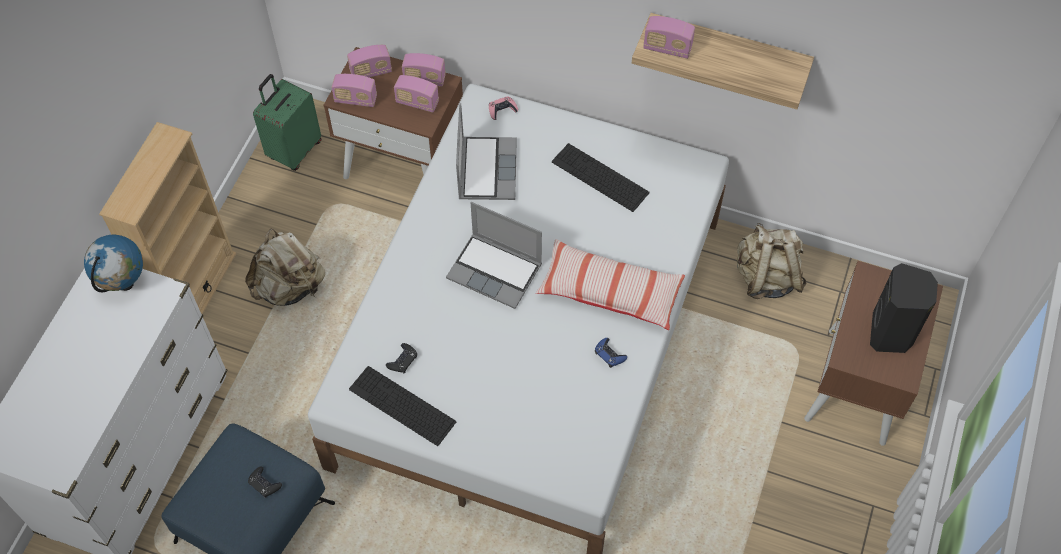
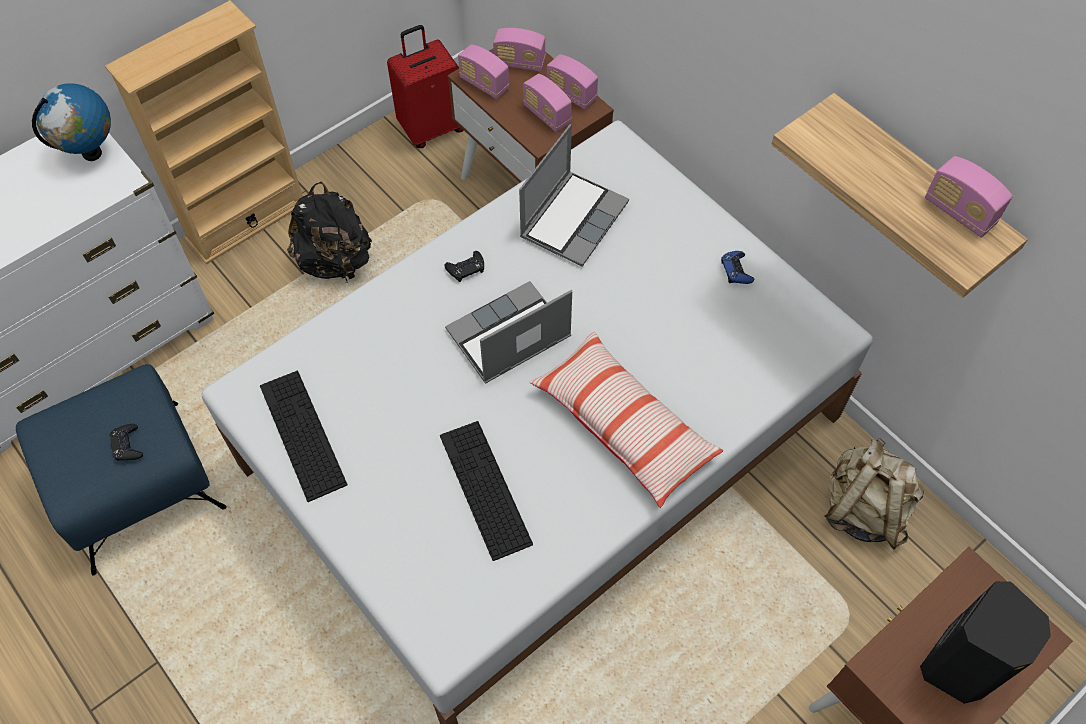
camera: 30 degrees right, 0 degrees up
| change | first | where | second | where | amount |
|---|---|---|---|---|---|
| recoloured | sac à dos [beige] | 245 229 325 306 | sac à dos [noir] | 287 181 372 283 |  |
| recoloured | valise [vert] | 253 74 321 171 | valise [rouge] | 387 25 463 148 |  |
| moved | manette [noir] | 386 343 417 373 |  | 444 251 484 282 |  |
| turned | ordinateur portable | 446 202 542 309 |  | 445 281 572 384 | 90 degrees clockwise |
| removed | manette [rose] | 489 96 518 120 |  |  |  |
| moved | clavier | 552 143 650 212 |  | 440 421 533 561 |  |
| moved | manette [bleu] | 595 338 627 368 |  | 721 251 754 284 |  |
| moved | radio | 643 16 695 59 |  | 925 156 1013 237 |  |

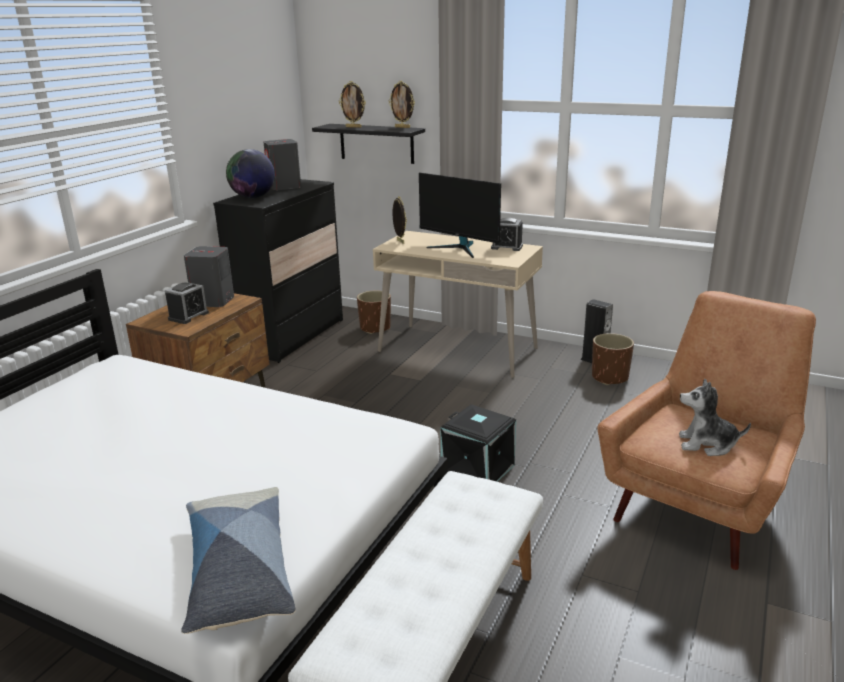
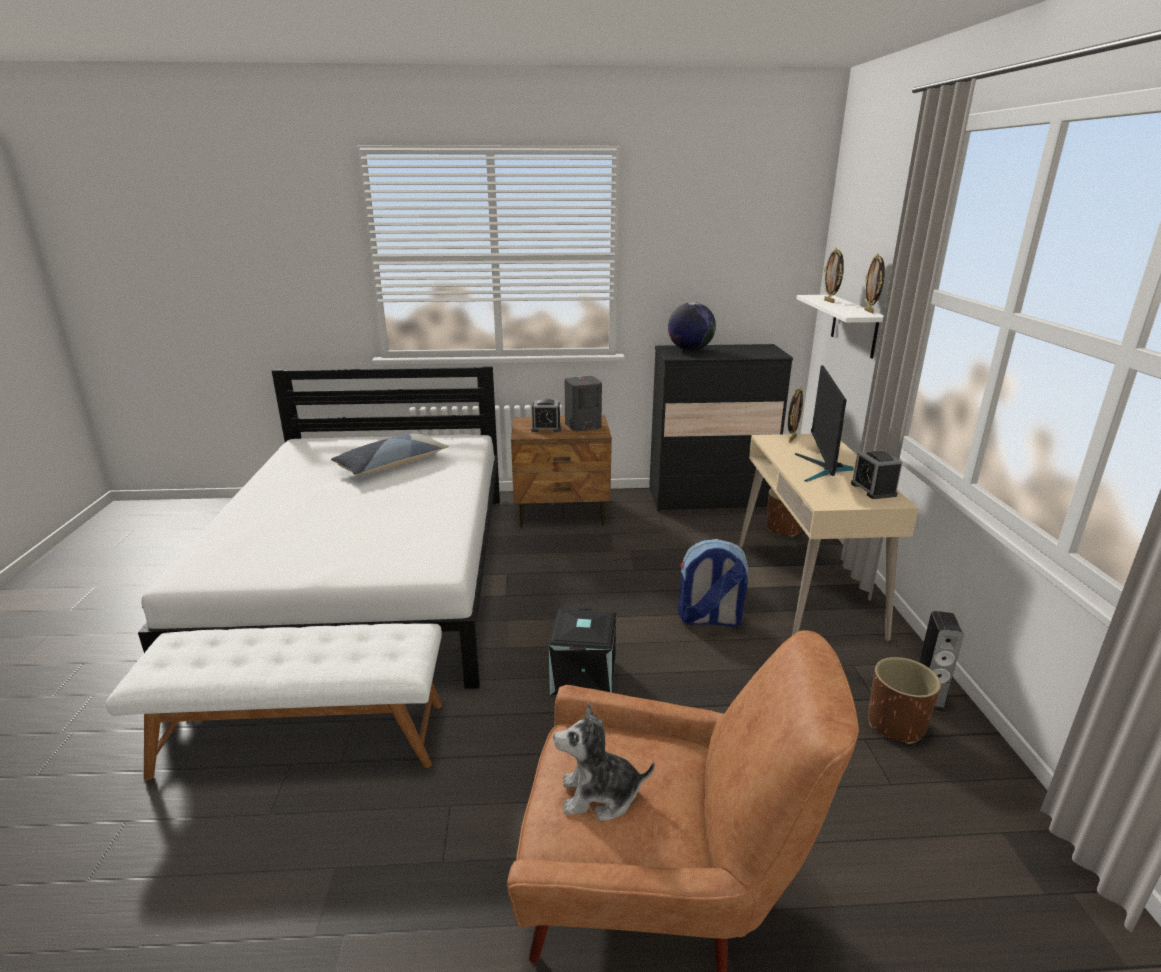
camera: 60 degrees right, 0 degrees up
| change | first | where | second | where | amount |
|---|---|---|---|---|---|
| moved | coussin | 181 487 296 634 |  | 331 434 449 475 |  |
| removed | enceinte [gris] | 263 139 301 190 |  |  |  |
| recoloured | étagère [noir] | 312 124 425 164 | étagère [blanc] | 796 295 884 358 |  |
| turned | peluche | 679 379 751 456 |  | 554 703 655 822 | 75 degrees counterclockwise |
| added |  |  | sac à dos | 678 539 749 627 |  |

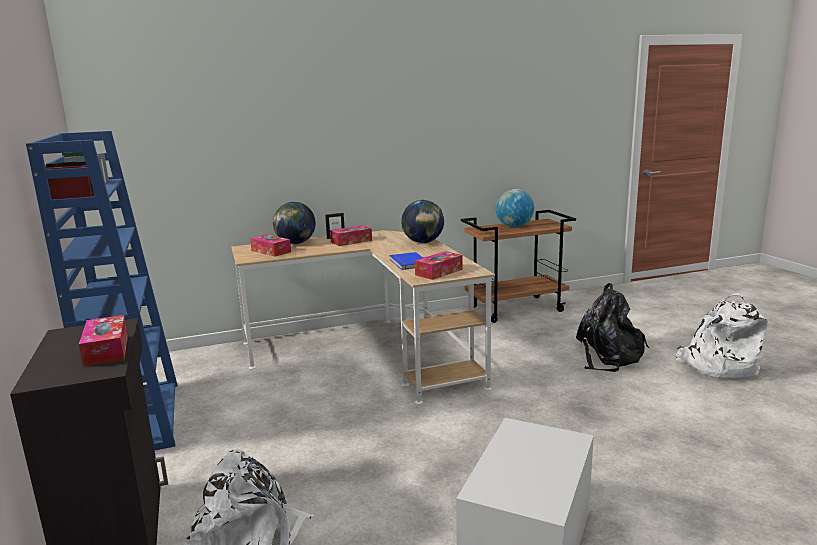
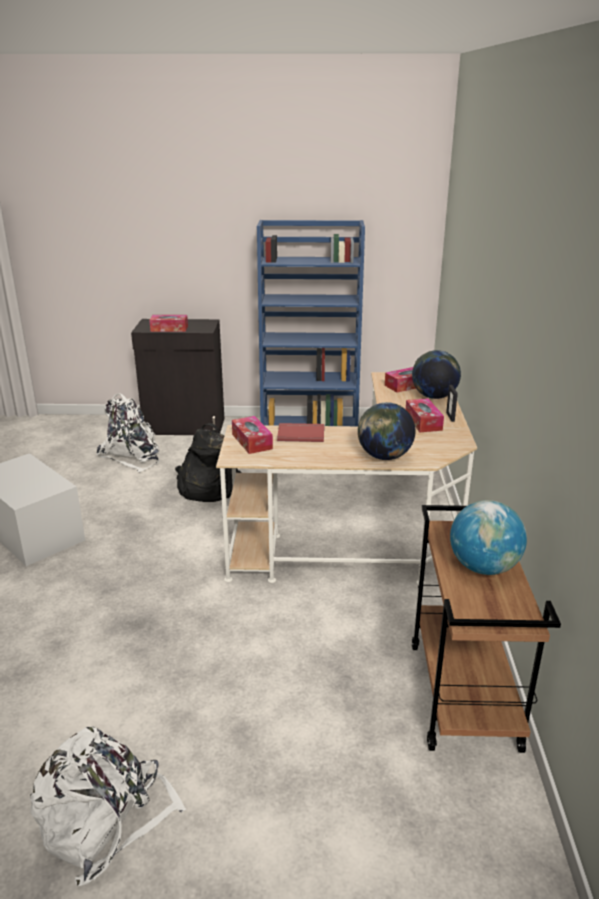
camera: 110 degrees right, 10 degrees up
| change | first | where | second | where | amount |
|---|---|---|---|---|---|
| recoloured | livre [bleu] | 389 252 423 270 | livre [rouge] | 277 423 324 442 |  |
| moved | sac à dos [noir] | 576 283 649 372 |  | 175 423 242 502 |  |

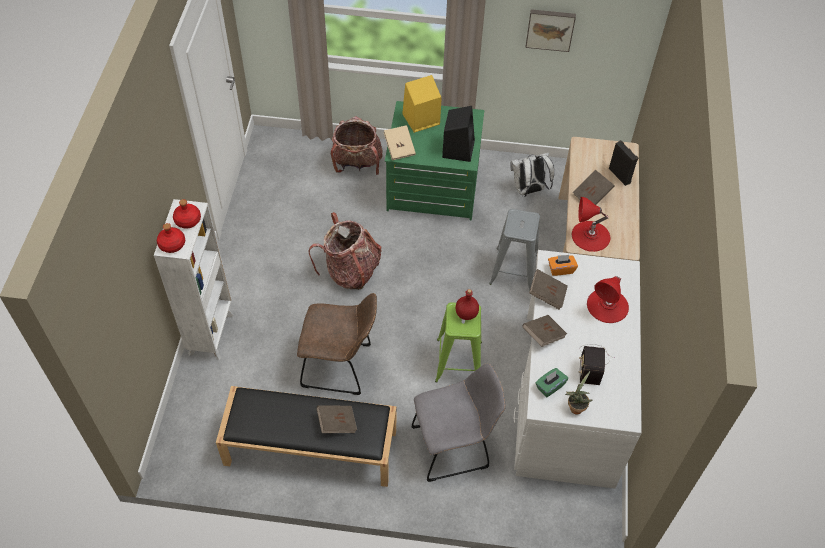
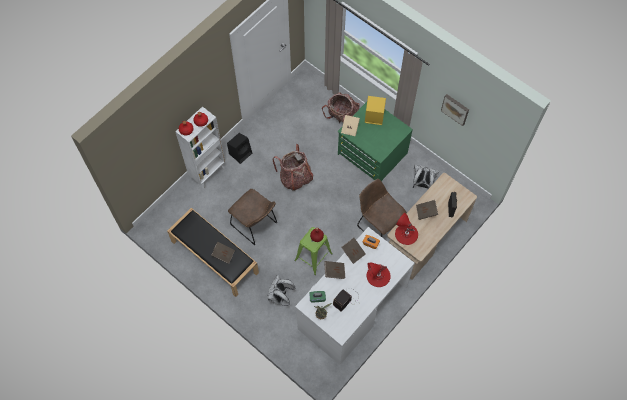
camera: 35 degrees right, 10 degrees up
| change | first | where | second | where | amount |
|---|---|---|---|---|---|
| replaced | chaise [gris] | 411 364 506 482 | sac à dos [blanc] | 268 275 295 306 |  |
| moved | enceinte [noir] | 442 106 475 162 |  | 227 133 252 164 |  |
| replaced | tabouret [gris] | 489 209 540 291 | chaise [marron] | 357 179 407 237 |  |

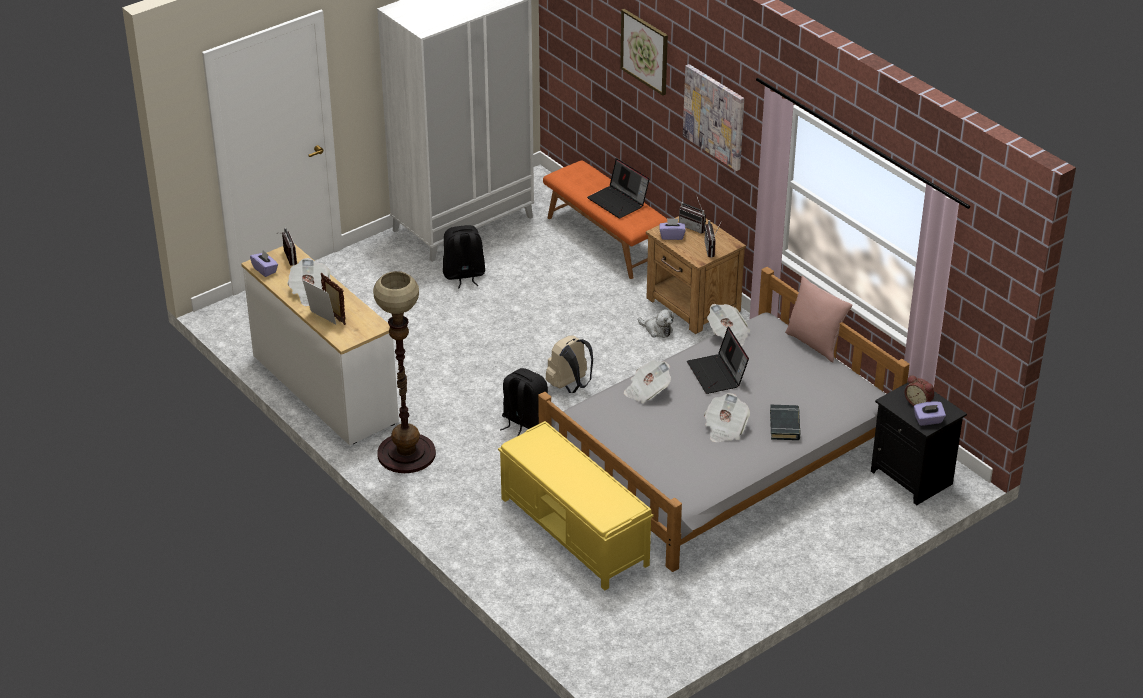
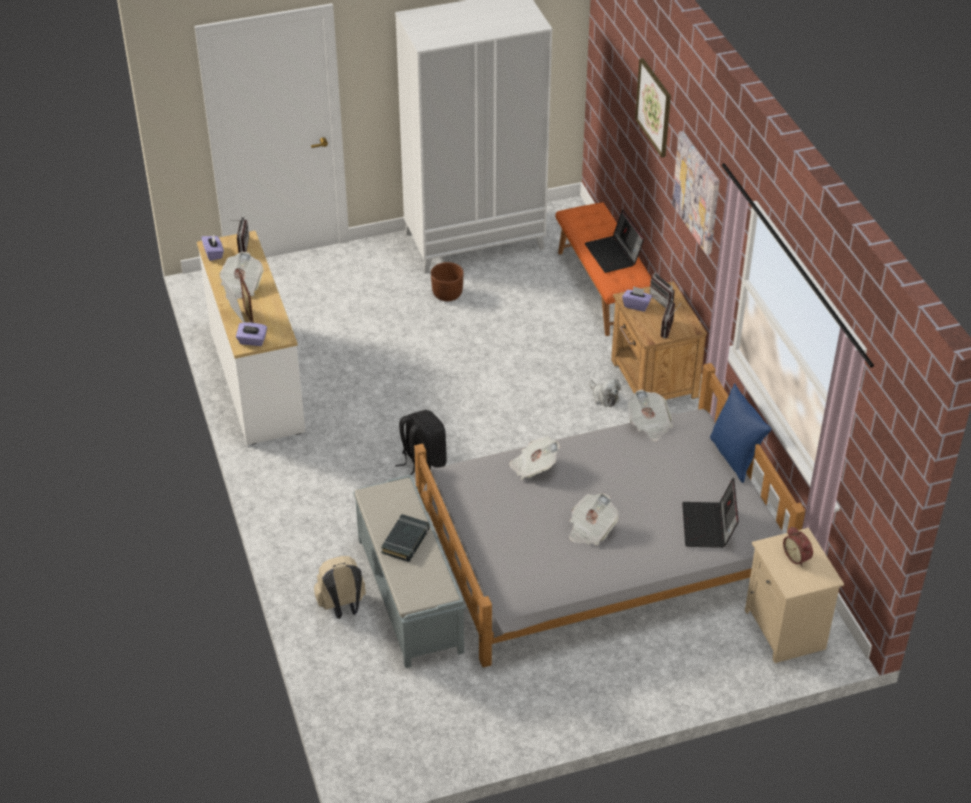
camera: 20 degrees right, 5 degrees up
| change | first | where | second | where | amount |
|---|---|---|---|---|---|
| removed | lampadaire | 373 271 436 473 |  |  |  |
| replaced | sac à dos [noir] | 443 225 485 288 | cache-pot [marron] | 431 262 463 301 |  |
| recoloured | banc [jaune] | 498 421 653 591 | banc [gris] | 353 475 466 668 |  |
| moved | sac à dos [beige] | 546 335 593 393 |  | 314 556 366 619 |  |
| moved | ordinateur portable | 687 327 749 394 |  | 682 478 739 548 |  |
| moved | livre [noir] | 770 405 801 440 |  | 381 514 430 562 |  |
| recoloured | coussin [rose] | 785 276 853 362 | coussin [bleu] | 710 383 772 483 |  |
| recoloured | table de chevet [noir] | 871 383 967 505 | table de chevet [beige] | 745 528 844 663 |  |
| moved | boîte à mouchoirs [violet] | 914 401 946 426 |  | 236 322 267 346 |  |

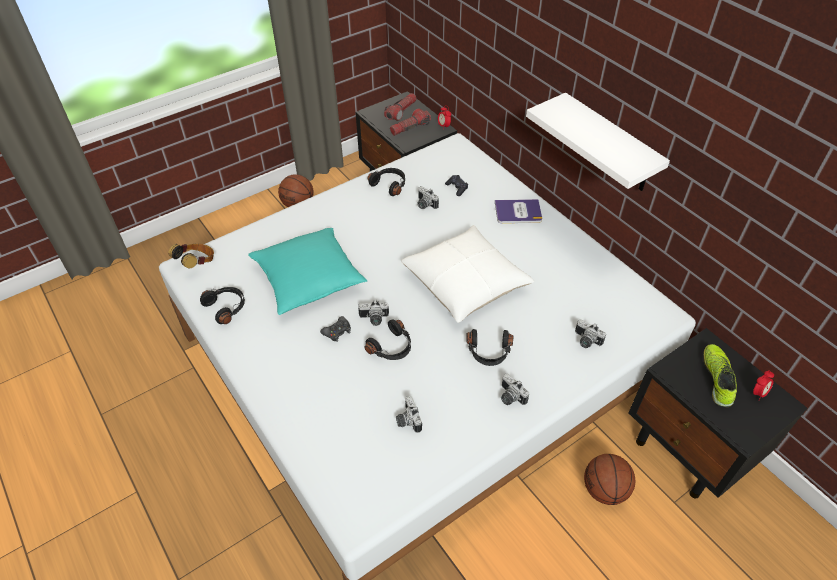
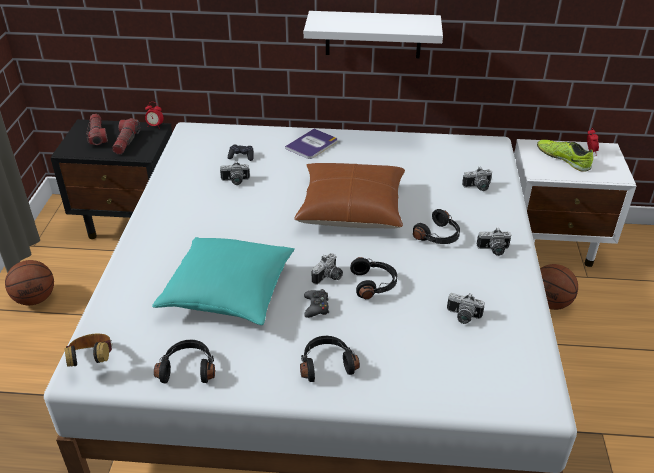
camera: 50 degrees left, 10 degrees down
| change | first | where | second | where | amount |
|---|---|---|---|---|---|
| moved | casque audio [noir] | 368 168 405 196 |  | 300 336 360 382 |  |
| recoloured | coussin [blanc] | 401 225 534 323 | coussin [marron] | 294 163 405 229 |  |
| recoloured | table de chevet [noir] | 629 328 808 499 | table de chevet [blanc] | 514 139 636 267 |  |

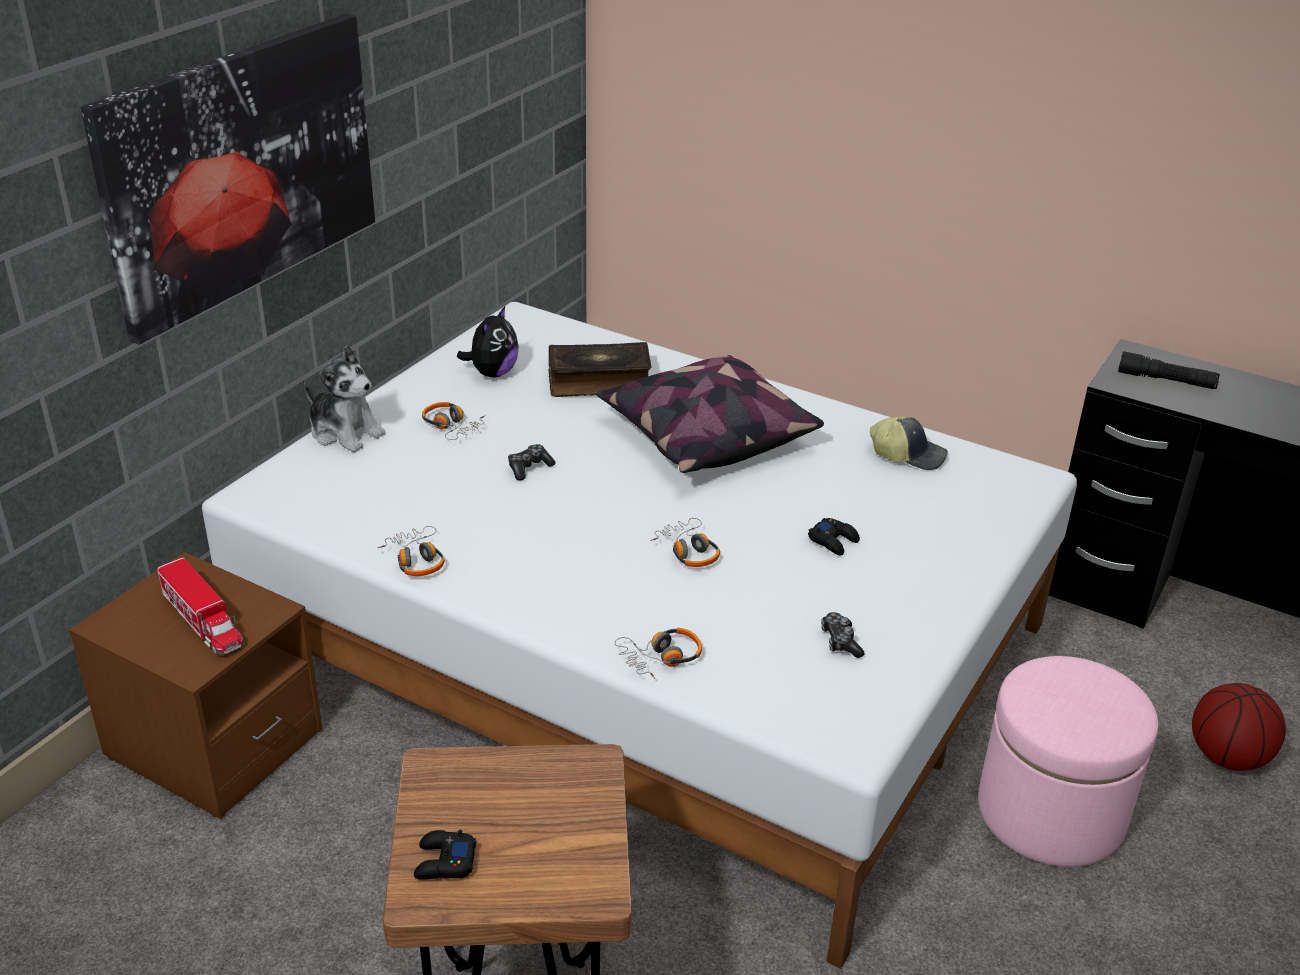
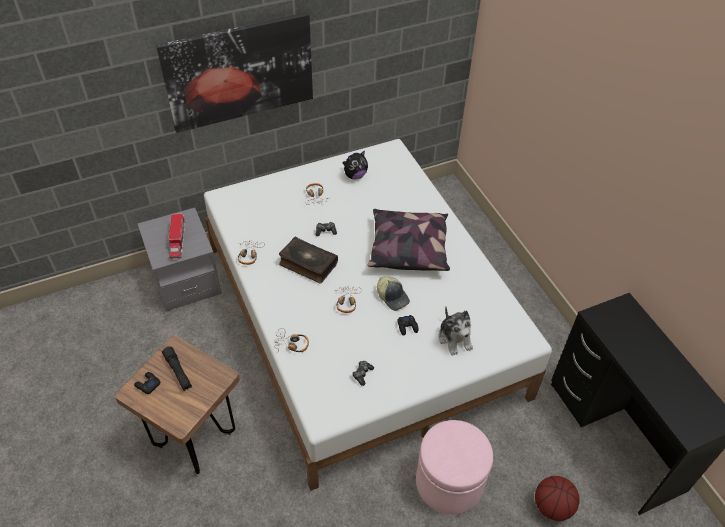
camera: 35 degrees right, 15 degrees up
| change | first | where | second | where | amount |
|---|---|---|---|---|---|
| recoloured | table de chevet [marron] | 69 552 323 819 | table de chevet [gris] | 138 208 222 312 |  |
| moved | peluche | 304 345 385 452 |  | 438 306 473 356 |  |
| moved | livre | 549 342 651 397 |  | 279 237 338 283 |  |
| moved | casquette | 870 416 948 470 |  | 377 277 410 311 |  |
| moved | lampe de poche [noir] | 1118 351 1220 389 |  | 162 347 192 391 |  |

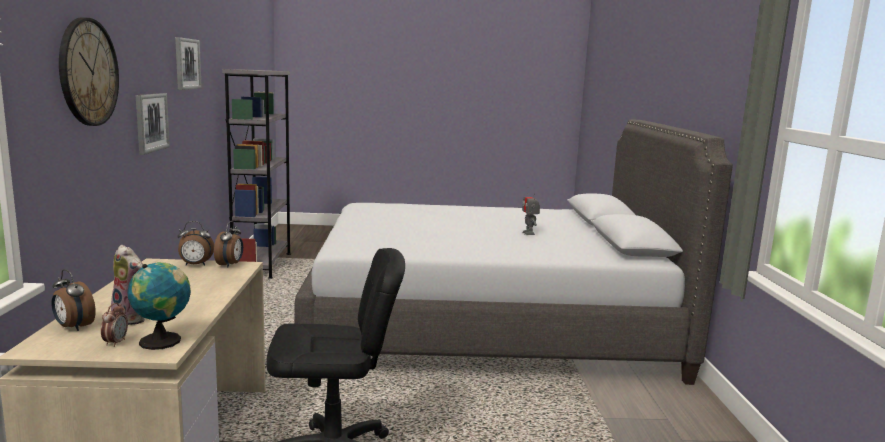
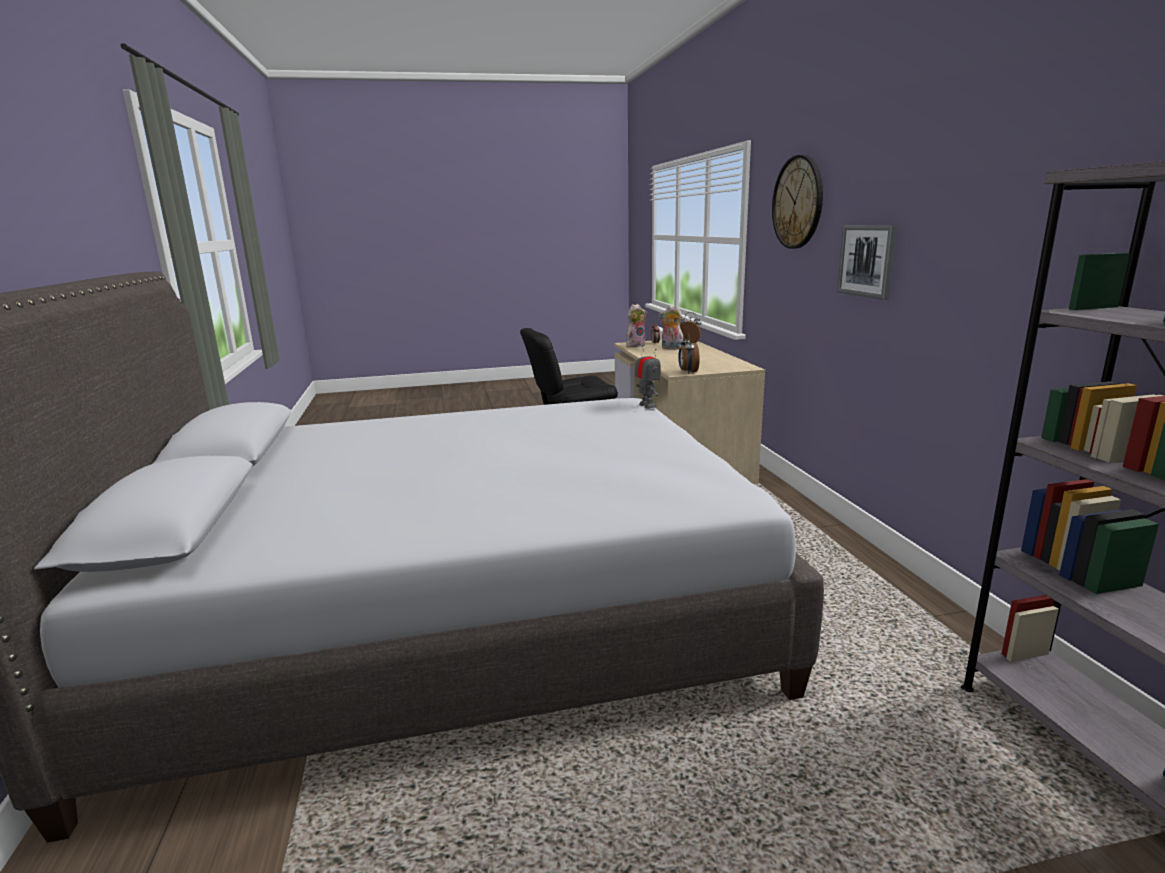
camera: 170 degrees right, 5 degrees up
| change | first | where | second | where | amount |
|---|---|---|---|---|---|
| replaced | globe | 127 262 191 350 | peluche | 626 304 647 347 |  |
| removed | tableau | 175 37 202 90 |  |  |  |
| removed | réveil | 177 221 214 265 |  |  |  |
| moved | robot jouet | 522 190 540 235 |  | 635 346 661 409 |  |

